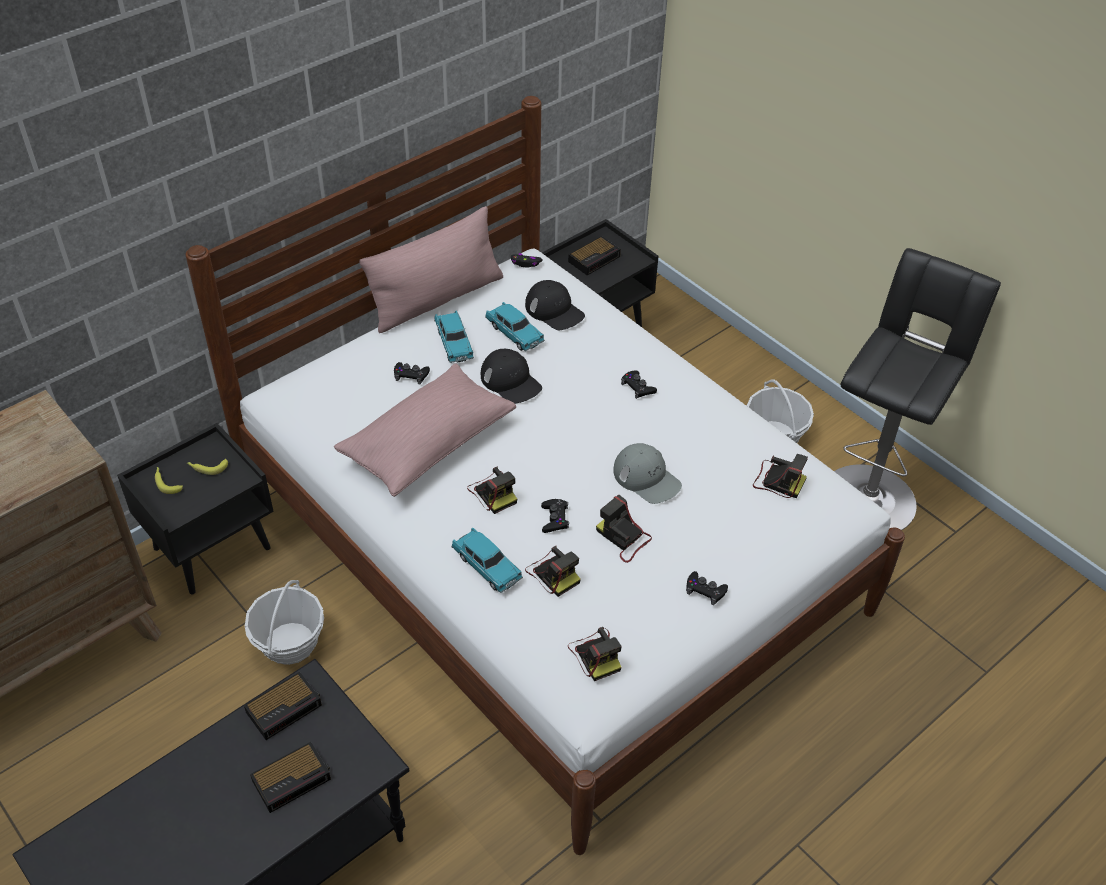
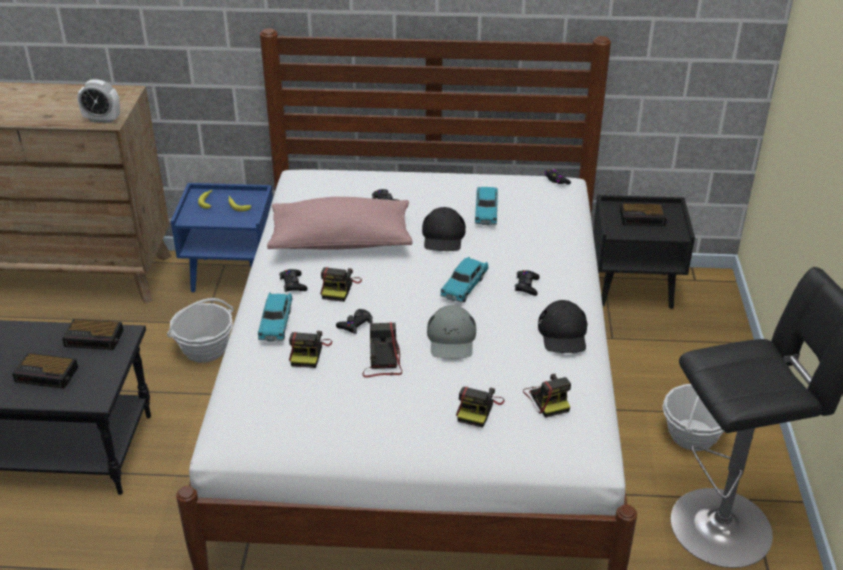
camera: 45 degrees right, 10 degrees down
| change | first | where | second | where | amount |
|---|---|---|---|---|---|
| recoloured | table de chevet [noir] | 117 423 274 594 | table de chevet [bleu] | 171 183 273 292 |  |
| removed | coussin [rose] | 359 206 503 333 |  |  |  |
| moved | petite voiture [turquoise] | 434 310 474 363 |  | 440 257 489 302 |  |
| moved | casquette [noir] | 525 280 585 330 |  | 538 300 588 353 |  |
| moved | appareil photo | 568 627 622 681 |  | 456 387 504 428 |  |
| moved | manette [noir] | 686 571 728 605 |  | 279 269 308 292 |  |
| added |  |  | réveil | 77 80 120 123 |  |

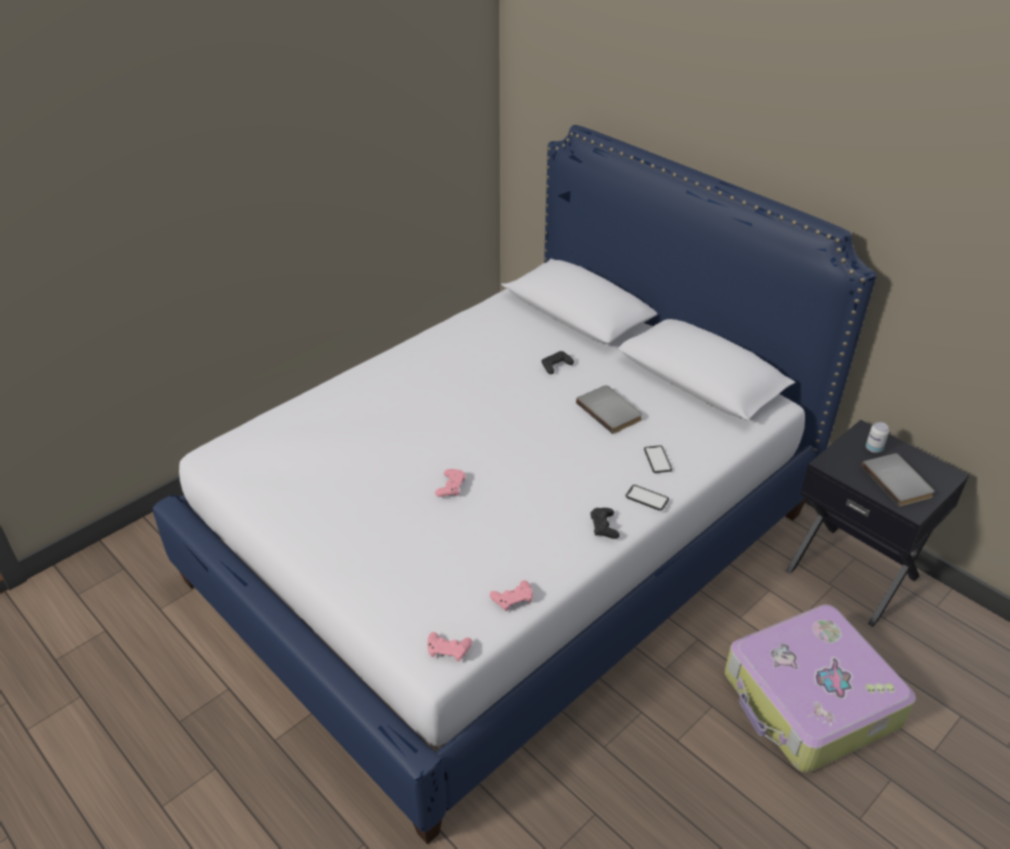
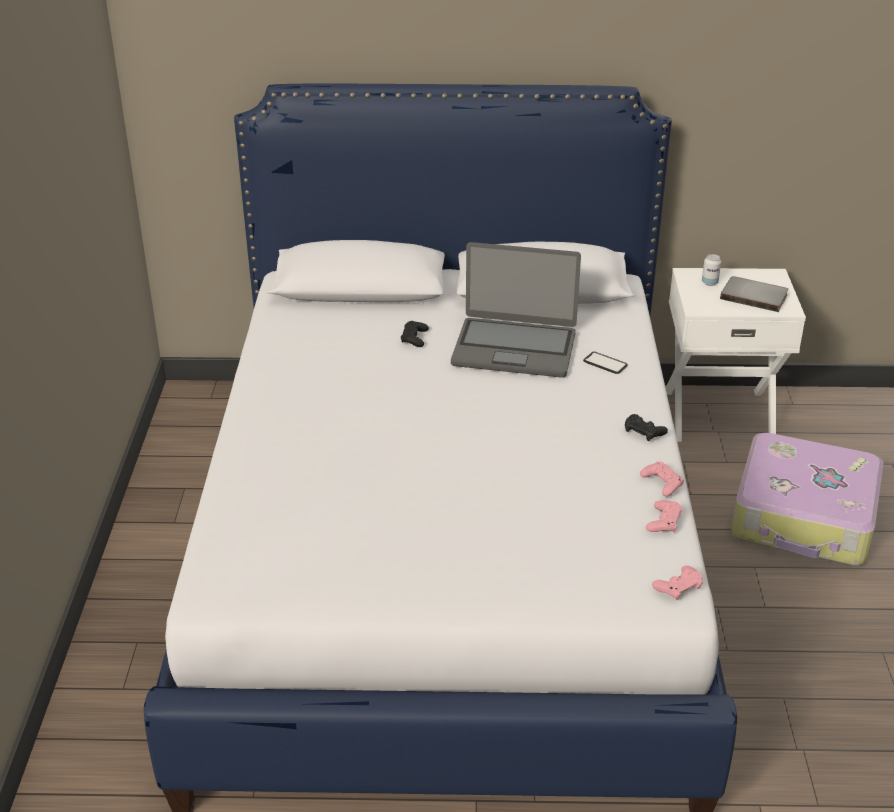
camera: 45 degrees left, 5 degrees down
| change | first | where | second | where | amount |
|---|---|---|---|---|---|
| moved | manette [rose] | 435 469 466 497 |  | 640 461 684 497 |  |
| replaced | livre [gris] | 576 385 643 434 | ordinateur portable | 451 242 581 378 |  |
| removed | téléphone | 625 485 669 511 |  |  |  |
| recoloured | table de chevet [noir] | 786 420 969 627 | table de chevet [blanc] | 666 268 806 442 |  |

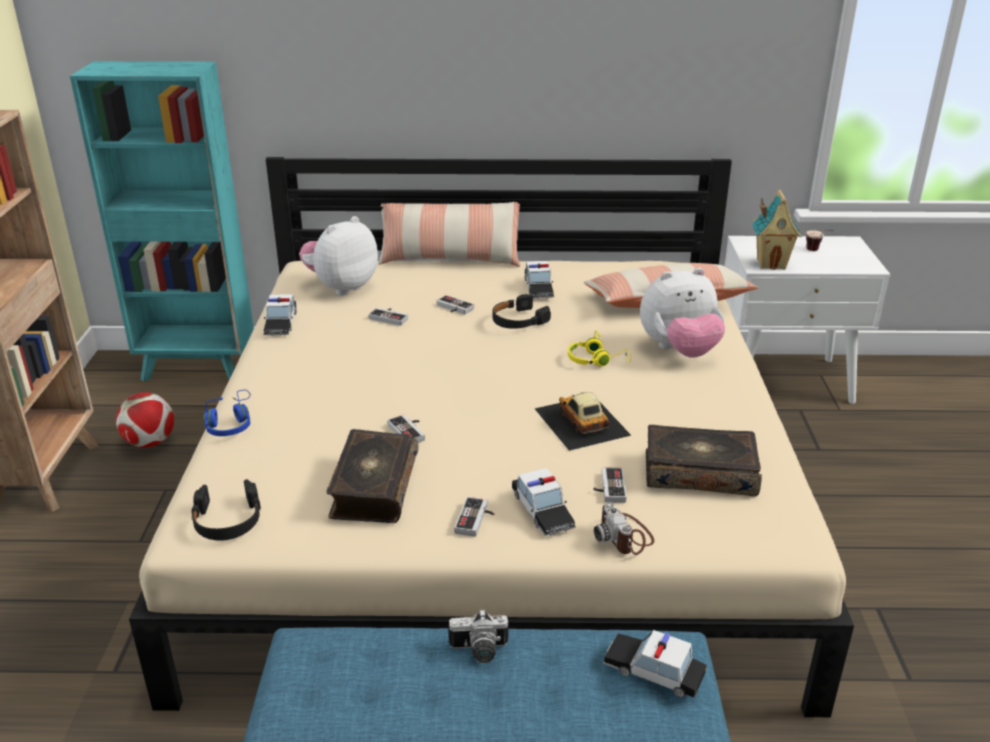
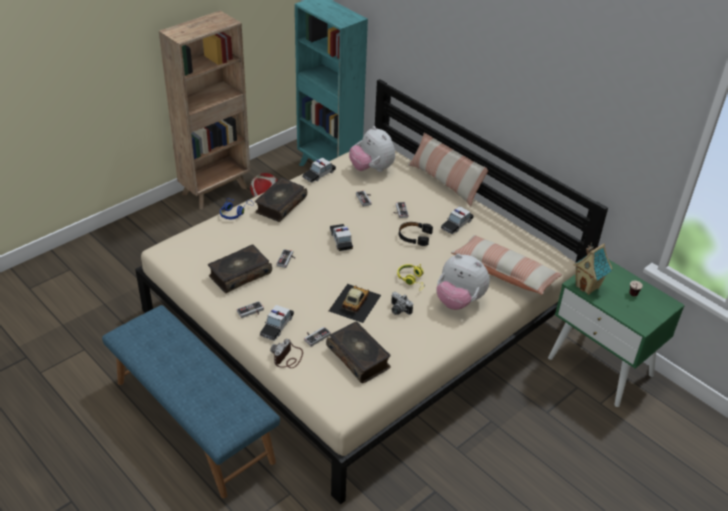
camera: 45 degrees right, 10 degrees up
| change | first | where | second | where | amount |
|---|---|---|---|---|---|
| removed | casque audio [noir] | 191 479 261 541 |  |  |  |
| turned | peluche | 299 216 378 295 |  | 349 126 395 172 | 120 degrees counterclockwise |
| moved | appareil photo | 448 609 508 663 |  | 391 292 413 315 |  |
| moved | petite voiture | 603 630 707 698 |  | 330 224 353 251 |  |
| recoloured | table de chevet [blanc] | 725 236 890 404 | table de chevet [vert] | 548 259 685 407 |  |
| added |  |  | livre | 255 177 307 222 |  |

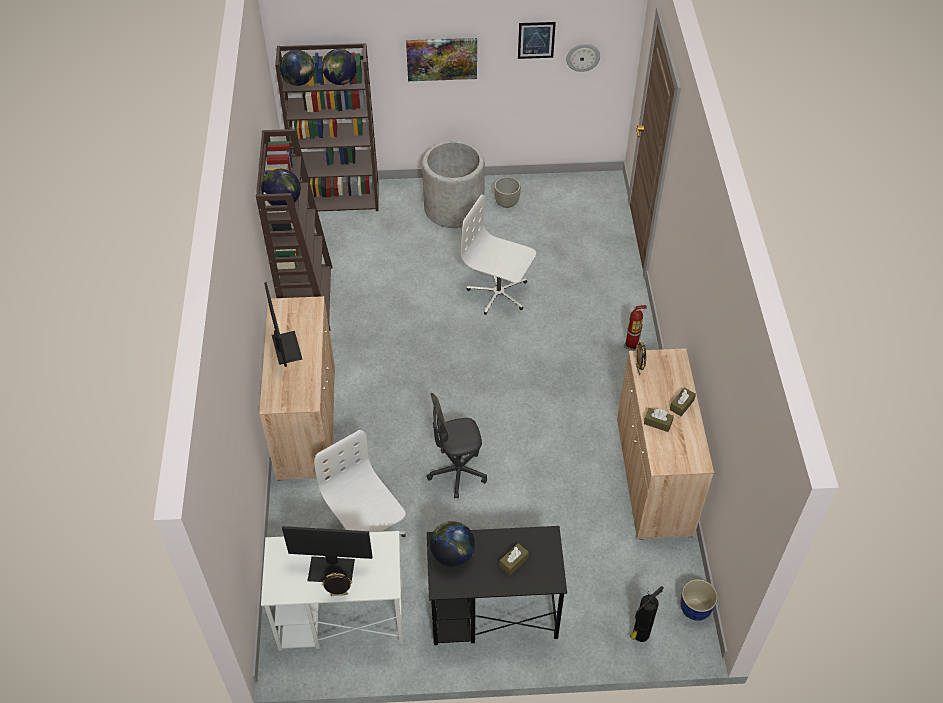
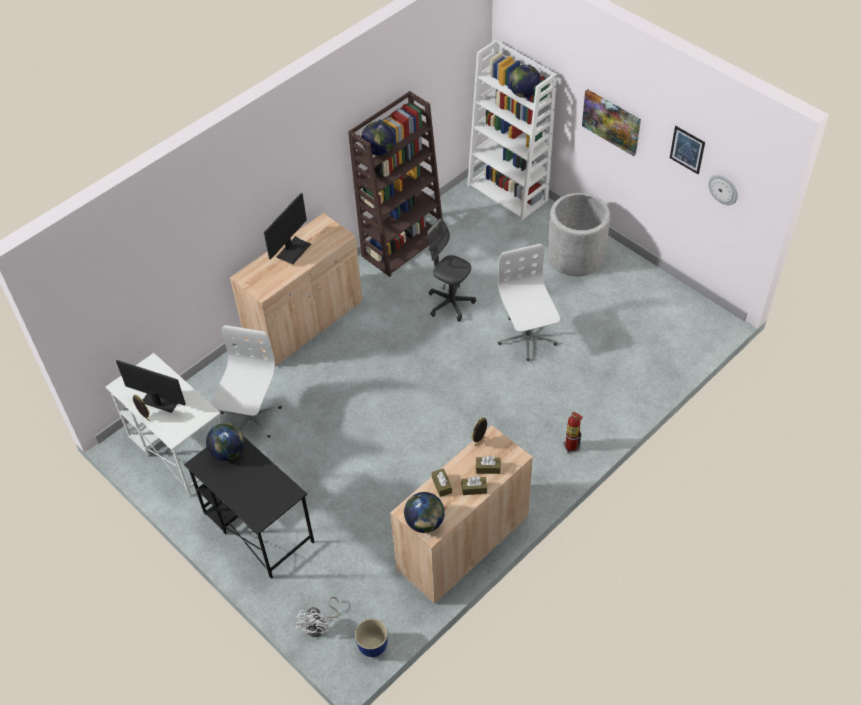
camera: 50 degrees right, 0 degrees up
| change | first | where | second | where | amount |
|---|---|---|---|---|---|
| recoloured | bibliothèque [marron] | 275 43 379 211 | bibliothèque [blanc] | 467 40 557 221 |  |
| moved | globe | 280 50 314 86 |  | 404 492 445 533 |  |
| turned | écran d'ordinateur | 282 526 373 583 |  | 116 360 186 413 | 150 degrees clockwise |
| moved | chaise de bureau [gris] | 427 393 487 498 |  | 427 218 476 322 |  |
| removed | cache-pot [gris] | 494 177 521 208 |  |  |  |
| moved | boîte à mouchoirs [marron] | 499 543 529 575 |  | 476 456 501 474 |  |
| replaced | extincteur | 630 586 664 642 | ventilateur [blanc] | 294 597 339 637 |  |

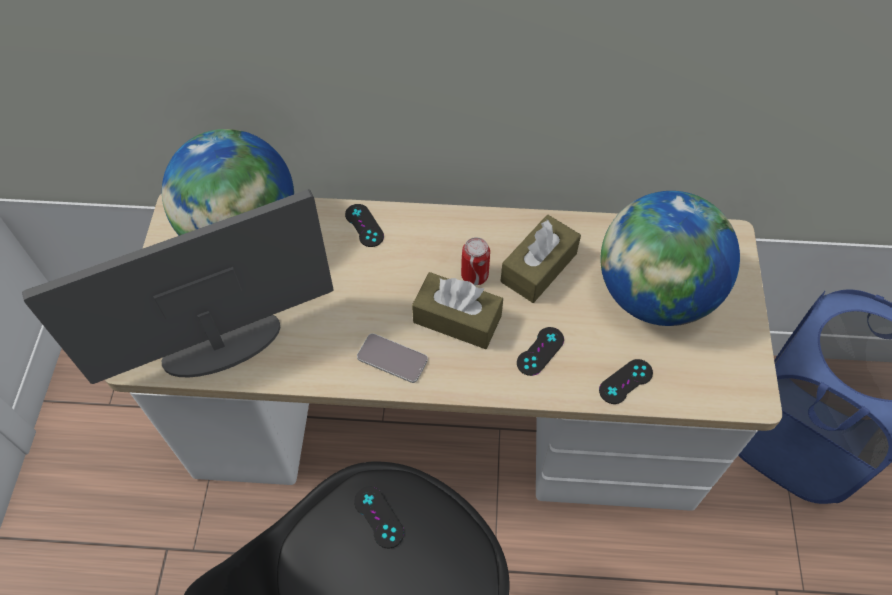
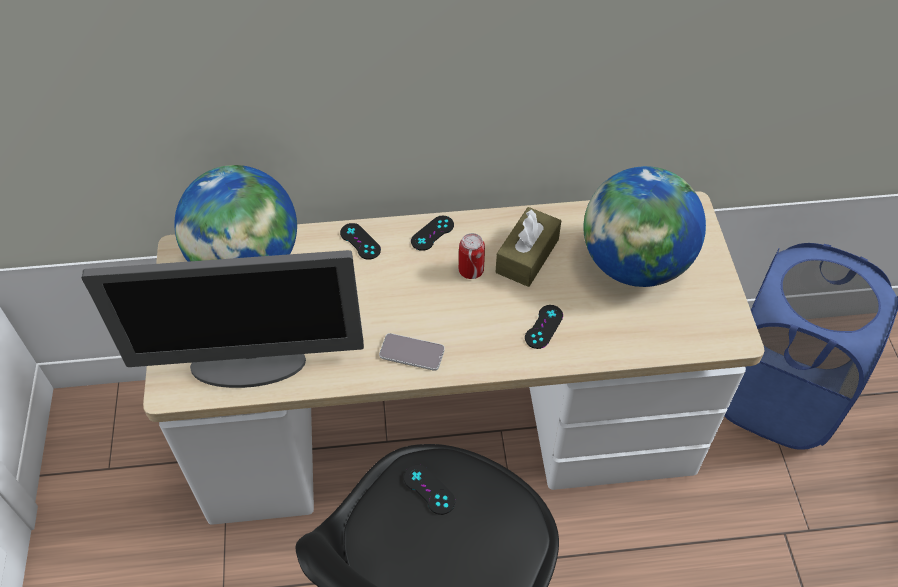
camera: 10 degrees left, 5 degrees down
| change | first | where | second | where | amount |
|---|---|---|---|---|---|
| turned | écran d'ordinateur | 22 189 334 384 |  | 82 250 364 388 | 150 degrees counterclockwise |
| removed | boîte à mouchoirs [marron] | 412 272 503 349 |  |  |  |
| moved | manette [noir] | 599 359 653 404 |  | 411 216 454 251 |  |

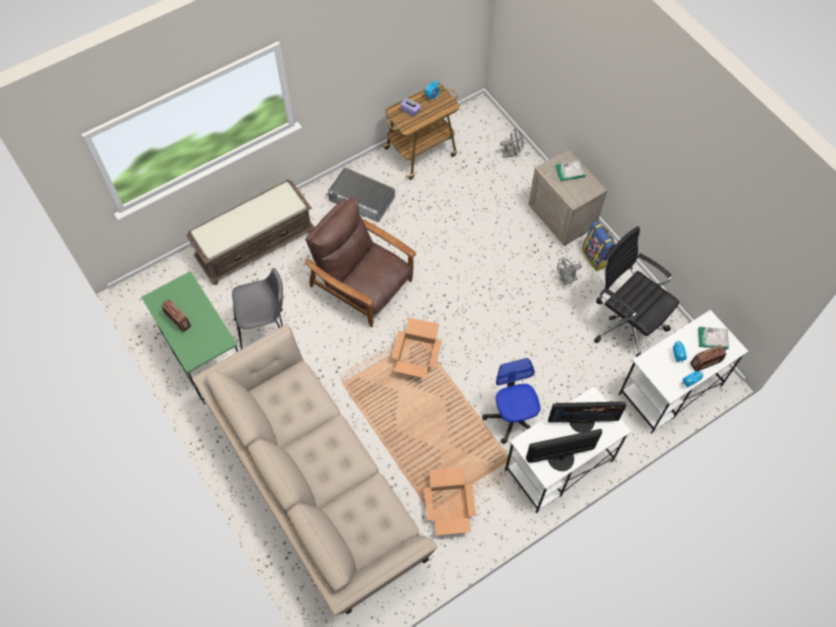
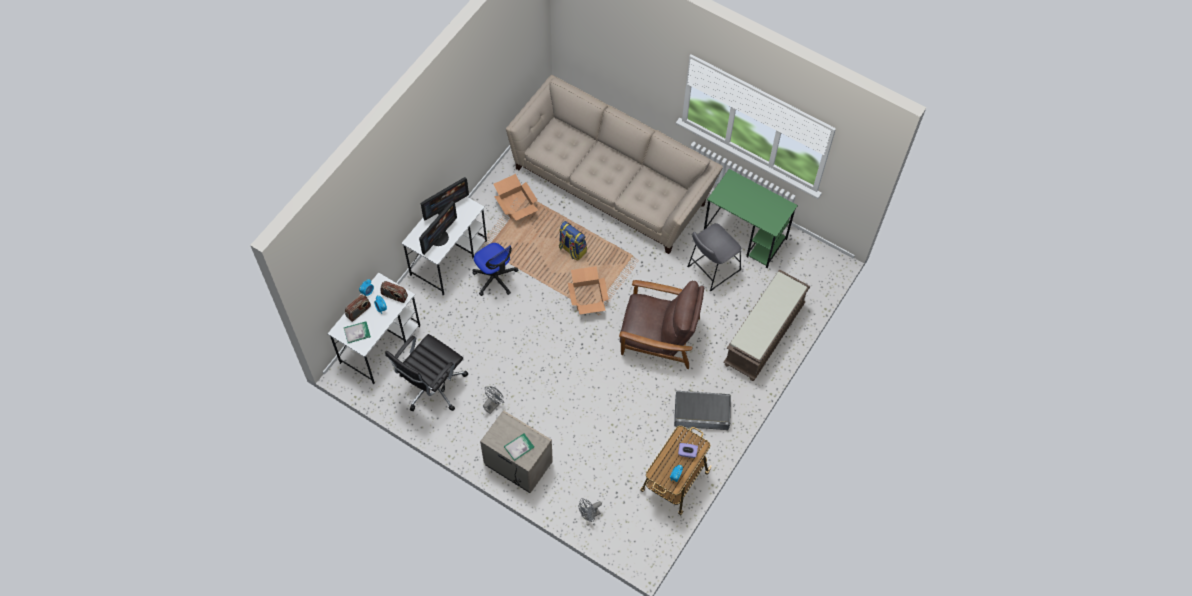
camera: 155 degrees right, 0 degrees up
| change | first | where | second | where | amount |
|---|---|---|---|---|---|
| moved | radio | 161 299 191 332 |  | 381 281 408 303 |  |
| turned | écran d'ordinateur | 548 402 626 433 |  | 419 201 457 255 | 150 degrees clockwise |
| moved | sac à dos | 582 221 615 271 |  | 559 221 587 261 |  |
| turned | chaise de bureau [noir] | 594 226 679 357 |  | 385 334 468 411 | 105 degrees clockwise |

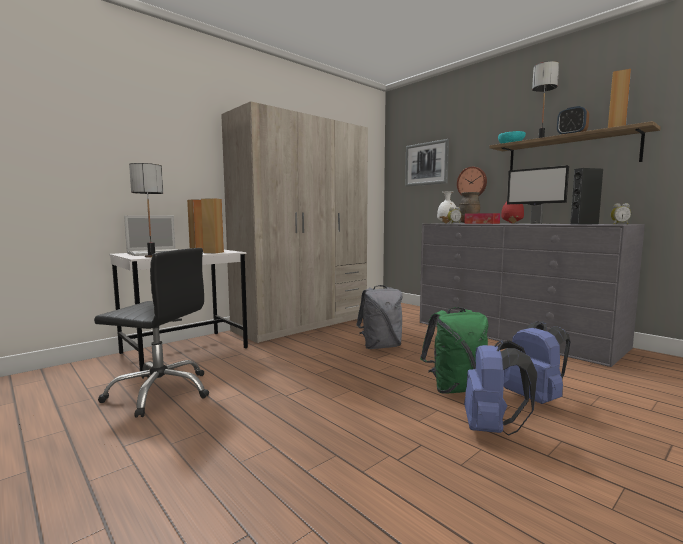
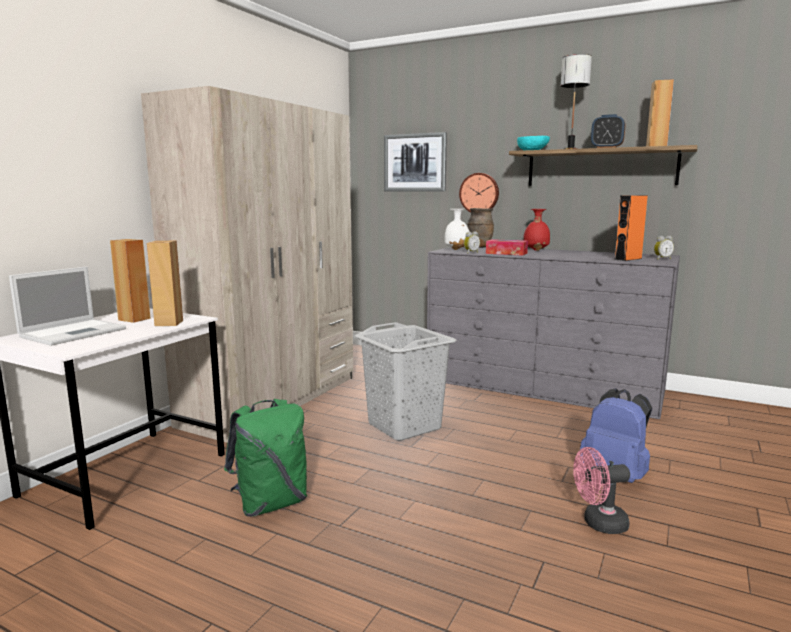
camera: 20 degrees left, 5 degrees up
| change | first | where | second | where | amount |
|---|---|---|---|---|---|
| removed | chaise de bureau [noir] | 94 248 209 418 |  |  |  |
| removed | lampe de table | 129 163 163 257 |  |  |  |
| replaced | sac à dos [gris] | 356 285 402 349 | panier à linge [gris] | 355 322 457 441 |  |
| moved | sac à dos [vert] | 420 307 488 394 |  | 224 399 307 517 |  |
| replaced | sac à dos [bleu] | 464 340 537 436 | ventilateur [rose] | 573 447 630 534 |  |
| removed | écran d'ordinateur | 507 165 569 224 |  |  |  |
| recoloured | enceinte [noir] | 570 168 603 224 | enceinte [orange] | 615 195 648 261 |  |

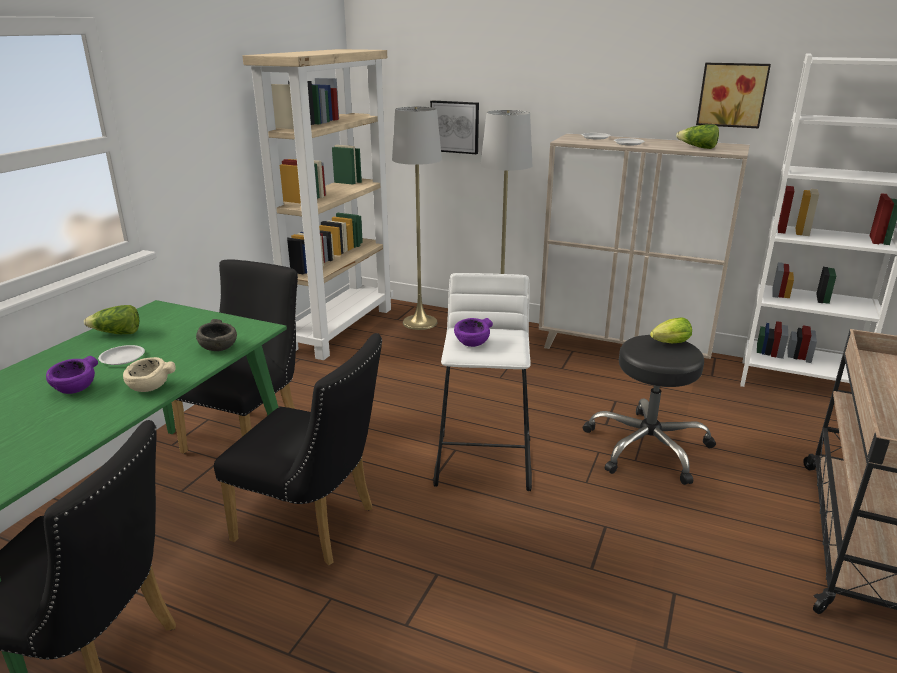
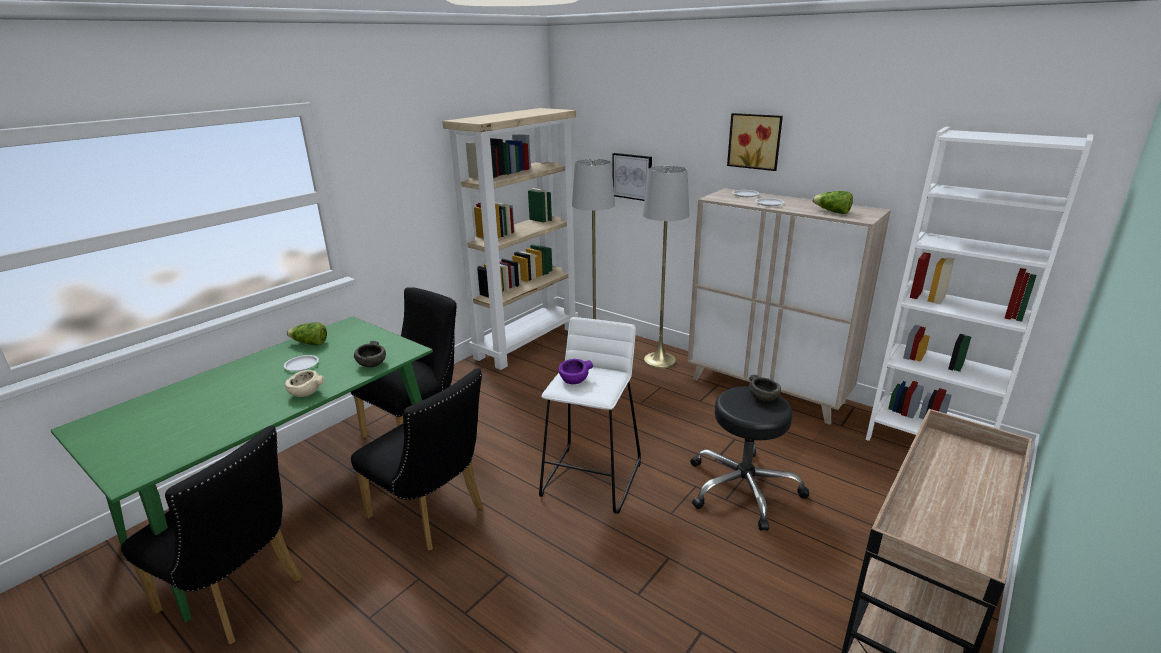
camera: 15 degrees right, 0 degrees up
| change | first | where | second | where | amount |
|---|---|---|---|---|---|
| removed | bol [violet] | 46 356 98 394 |  |  |  |
| replaced | laitue | 650 318 692 343 | bol [gris] | 749 375 781 402 |  |
| moved | tableau | 696 63 771 129 |  | 727 113 783 171 |  |

